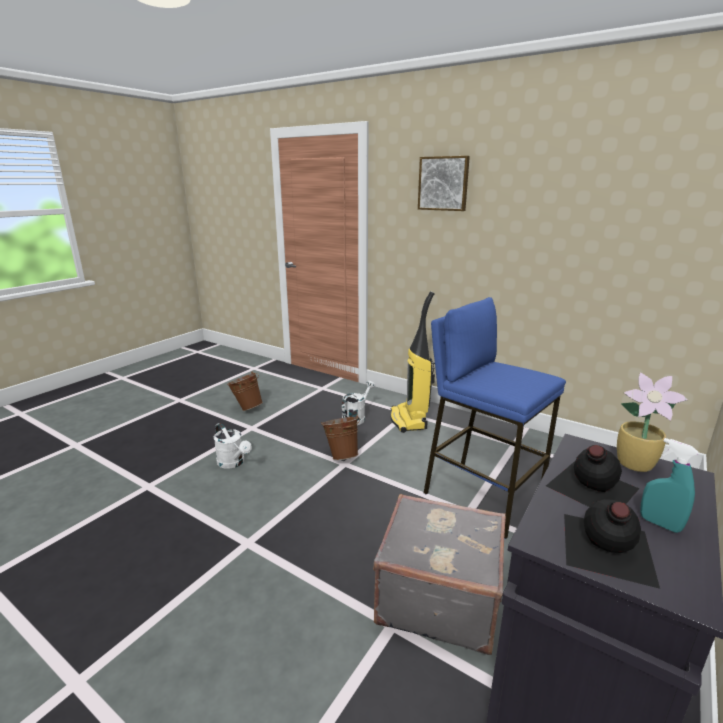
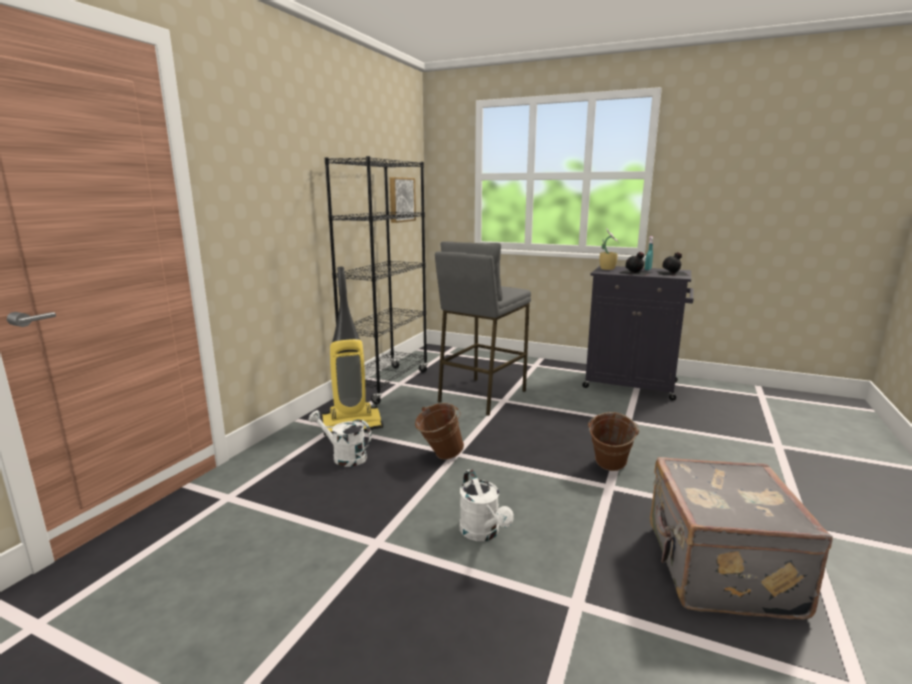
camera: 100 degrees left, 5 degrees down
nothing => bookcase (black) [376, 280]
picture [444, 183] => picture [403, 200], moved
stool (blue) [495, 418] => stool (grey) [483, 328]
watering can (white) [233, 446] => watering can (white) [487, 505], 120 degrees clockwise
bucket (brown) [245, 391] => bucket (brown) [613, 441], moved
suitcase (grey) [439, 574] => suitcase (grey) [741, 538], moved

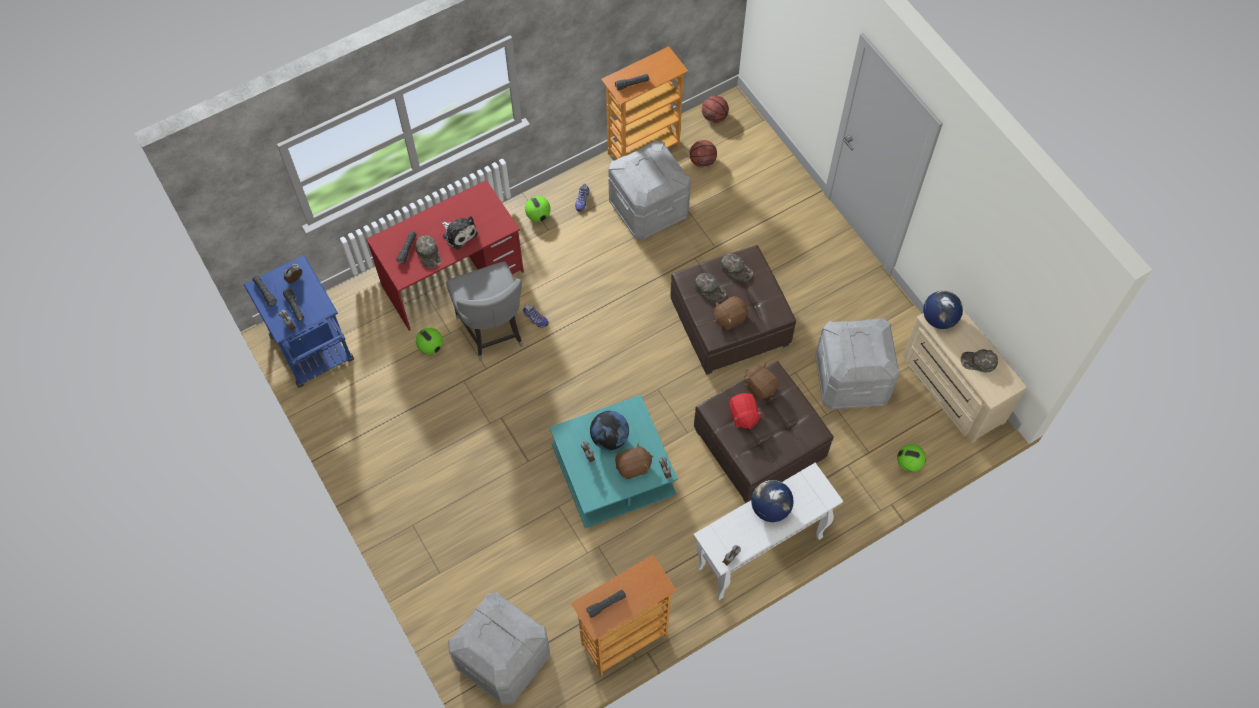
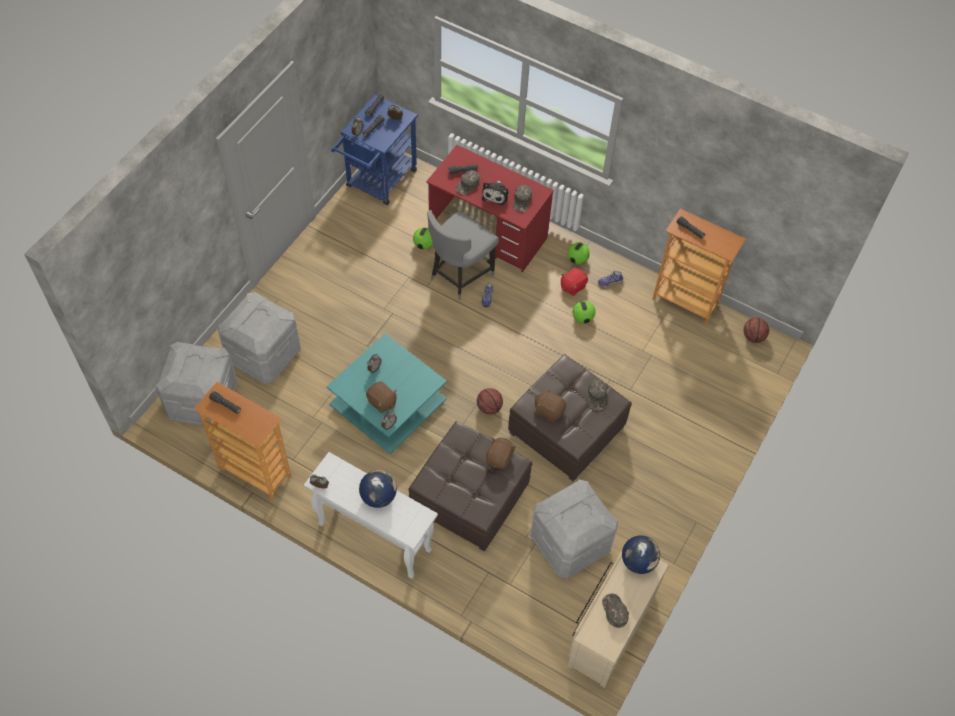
camera: 60 degrees right, 5 degrees down
storage box (grey) [649, 190] => storage box (grey) [259, 338], moved
basketball [703, 154] => basketball [490, 401], moved
cap (green) [710, 288] => cap (green) [522, 198], moved
plush toy (red) [746, 411] => plush toy (red) [574, 282], moved
football [911, 458] => football [584, 312], moved
globe [609, 430] => nothing

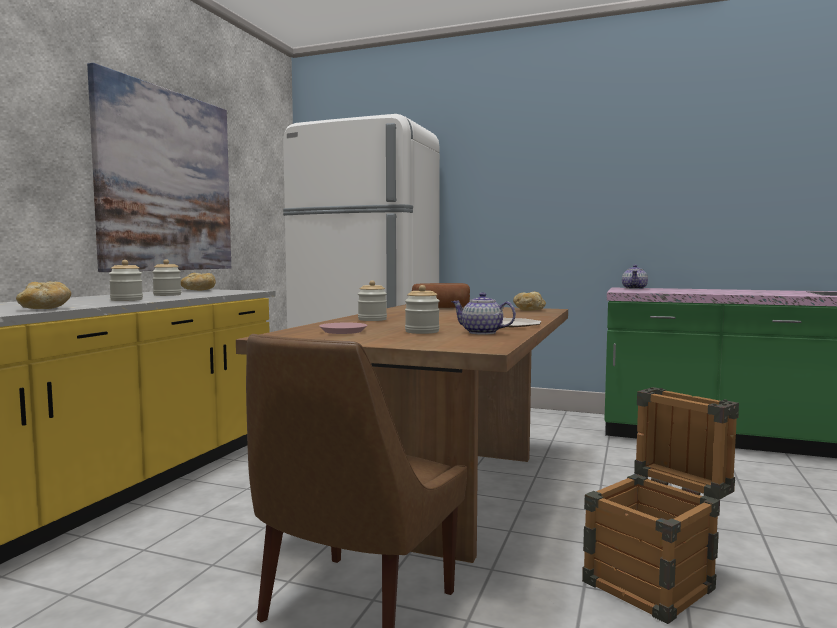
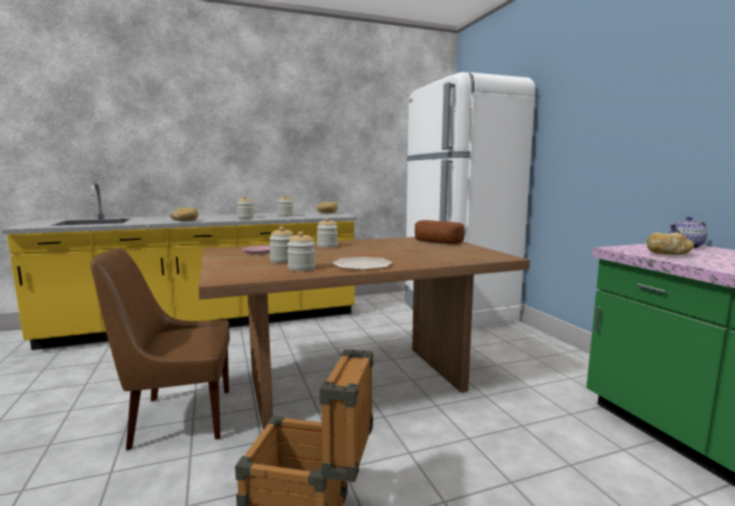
camera: 50 degrees right, 5 degrees up
teapot [483, 314] => jar [301, 251]
bread [529, 301] => bread [670, 244], moved
picture [159, 167] => nothing

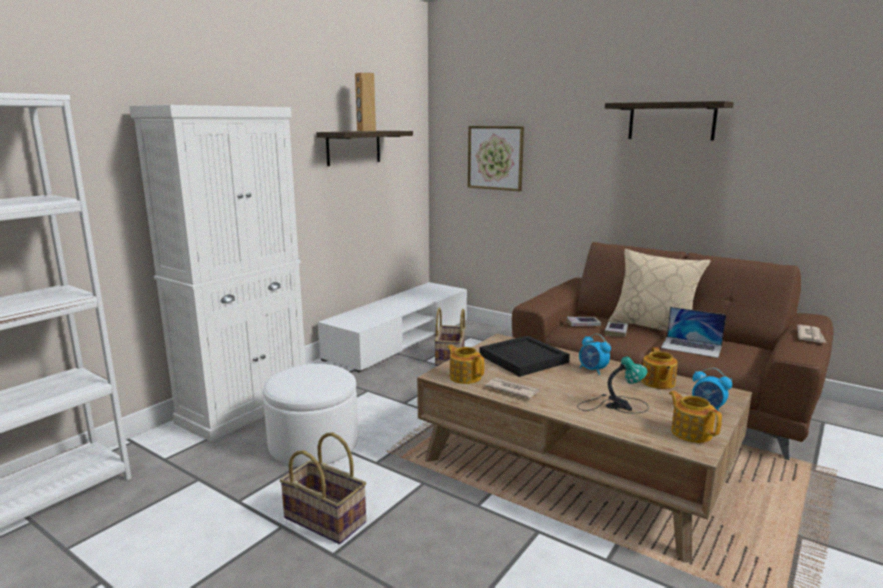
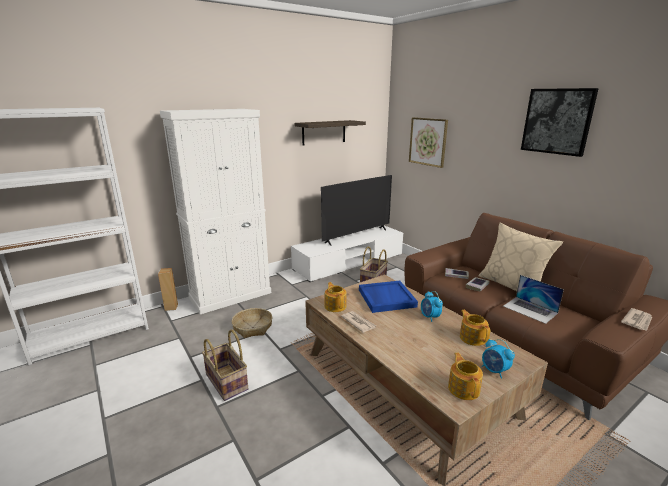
camera: 20 degrees right, 5 degrees up
speaker (brown) [365, 102] => speaker (brown) [168, 289], moved
ottoman (white) [310, 415] => basket [252, 323]
nothing => television [356, 210]
tray (black) [524, 356] => tray (blue) [388, 297]
teapot [659, 368] => teapot [475, 328], 135 degrees clockwise
shelf [669, 120] => picture [560, 122]
table lamp [613, 385] => nothing

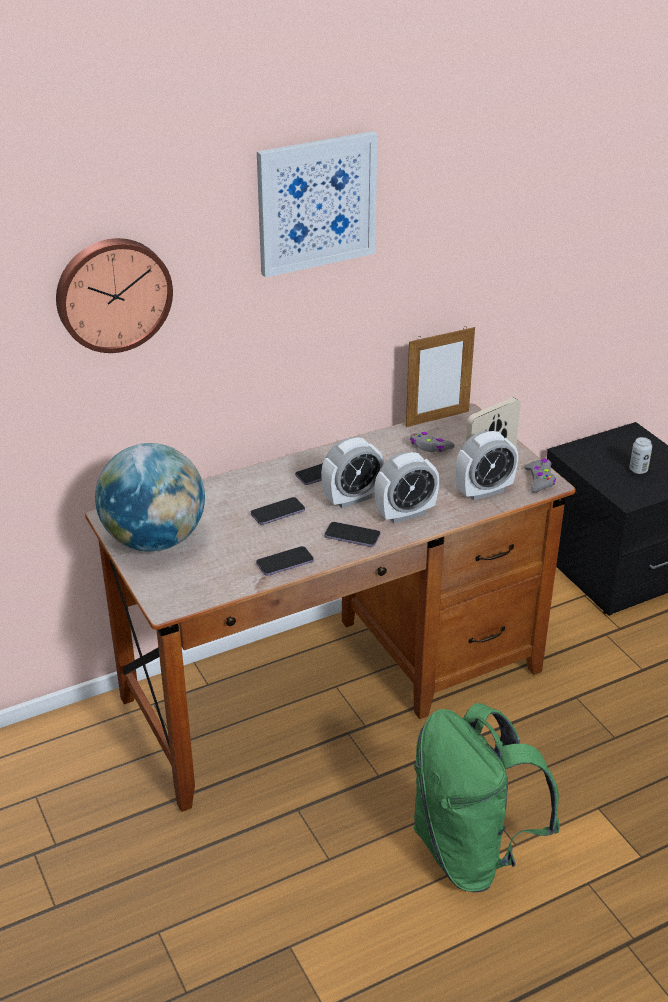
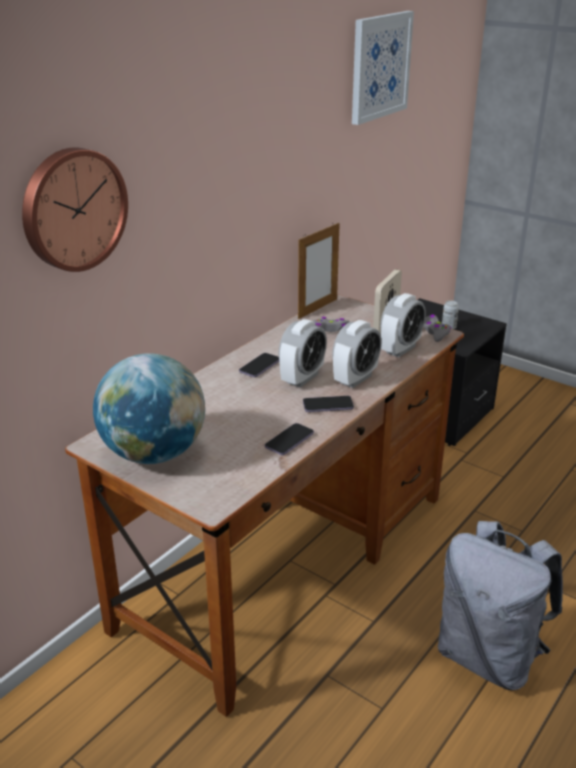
camera: 25 degrees left, 5 degrees down
picture [317, 204] => picture [383, 68], moved
backpack (green) [486, 797] => backpack (grey) [500, 605]
phone [278, 511] => nothing

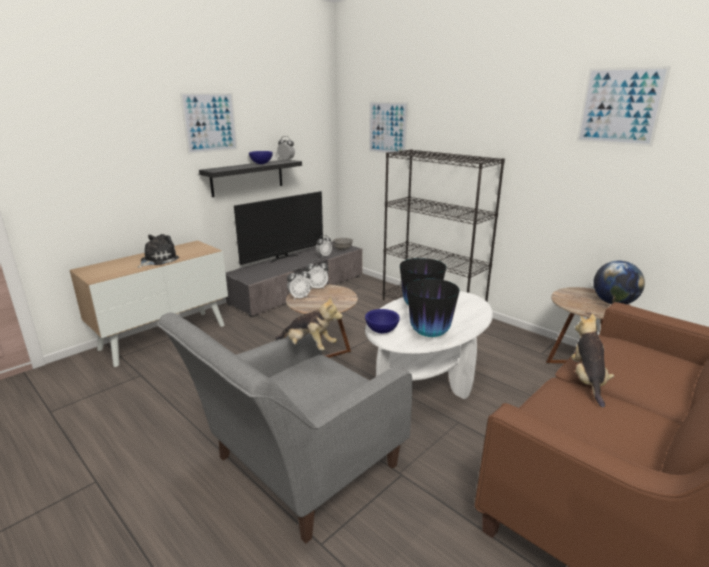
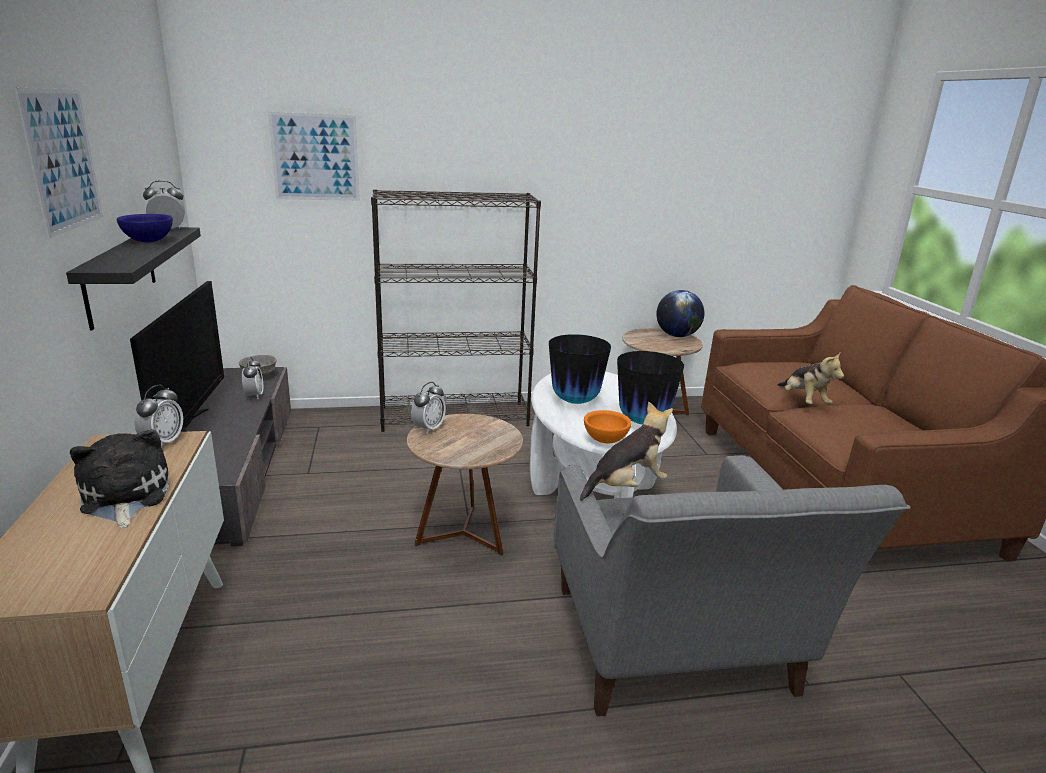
camera: 55 degrees left, 0 degrees up
alarm clock [299, 284] => alarm clock [158, 416], moved
bowl (blue) [382, 321] => bowl (orange) [608, 426]
plush toy [592, 360] => plush toy [811, 378], 150 degrees counterclockwise
picture [624, 106] => nothing

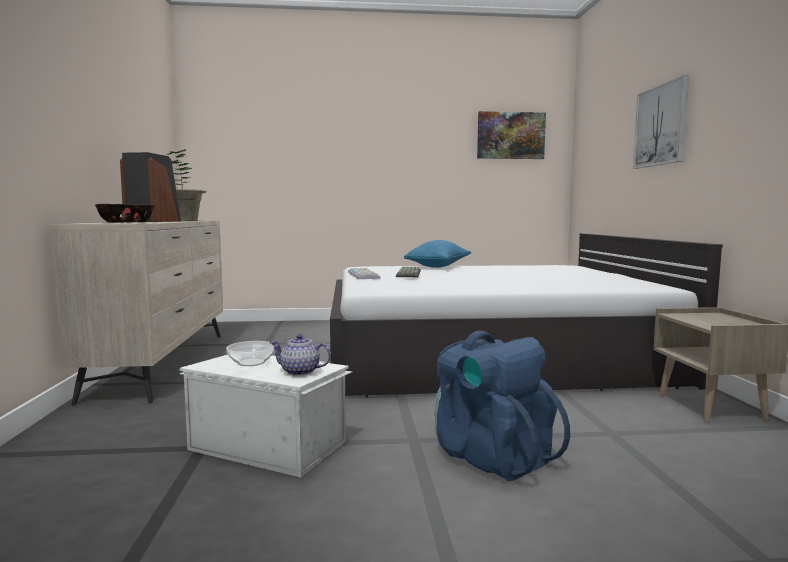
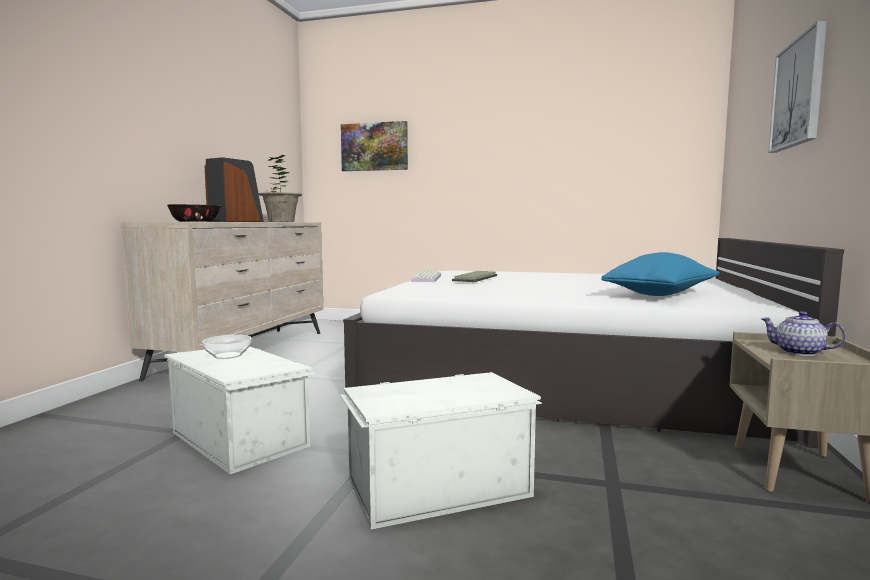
camera: 20 degrees right, 0 degrees up
backpack (blue) [502, 406] => storage box (white) [441, 450]
picture [511, 135] => picture [374, 146], moved
pillow (blue) [437, 254] => pillow (blue) [661, 274], moved
teapot [300, 355] => teapot [803, 333], moved

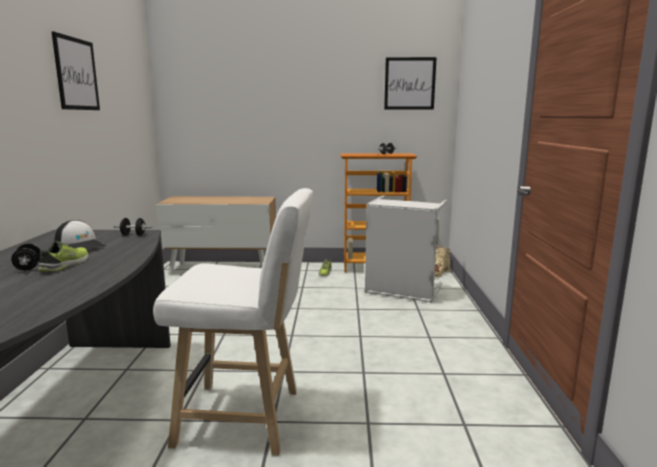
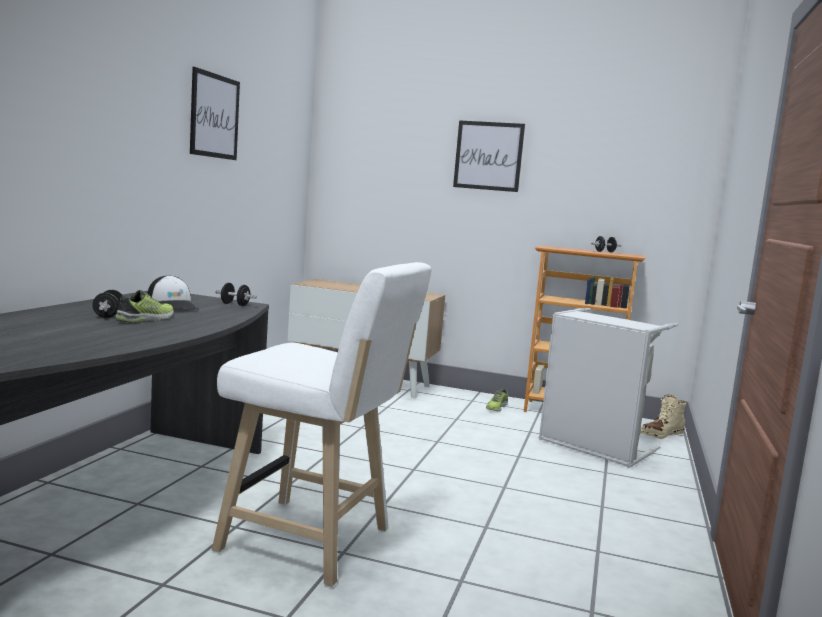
camera: 15 degrees right, 5 degrees down
picture [410, 83] => picture [489, 156], moved

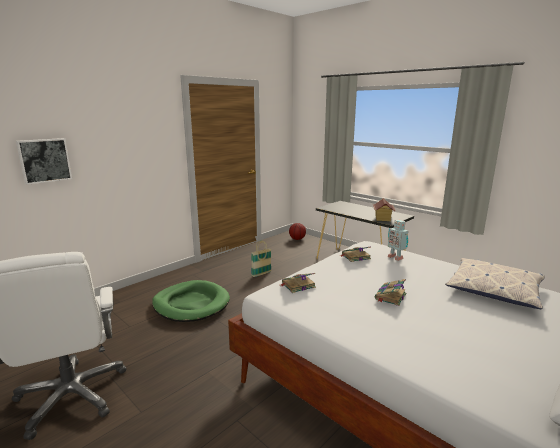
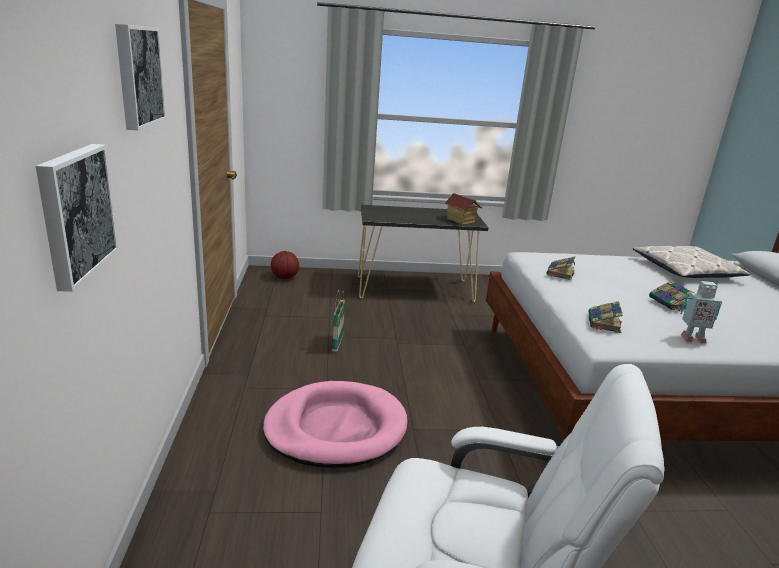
camera: 50 degrees left, 5 degrees up
nothing => picture [140, 77]
dog bed (green) [191, 301] => dog bed (pink) [335, 424]
toy robot [397, 240] => toy robot [702, 312], moved

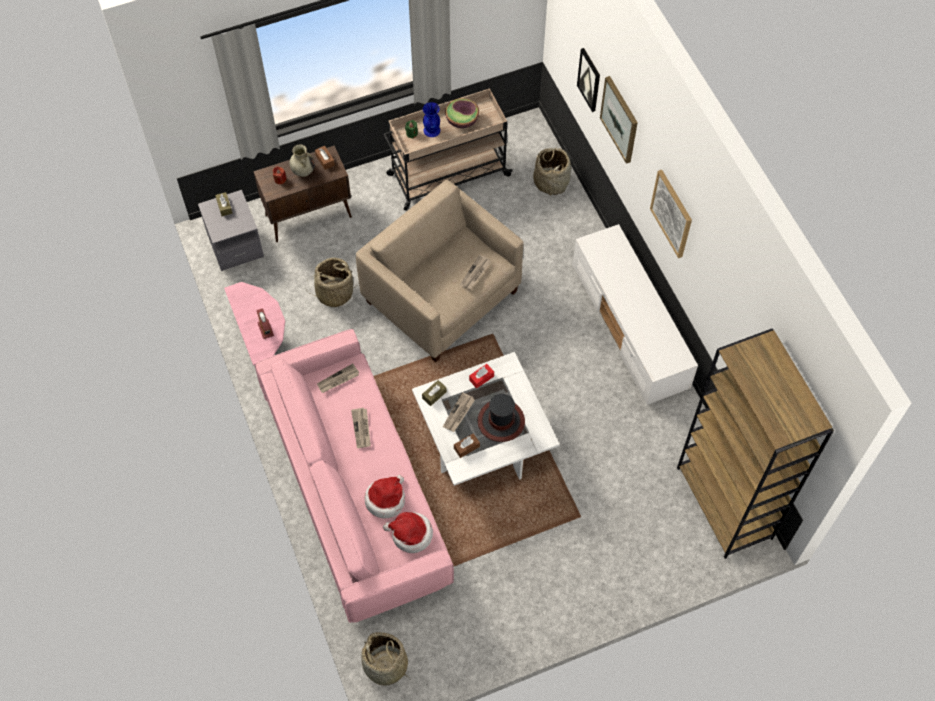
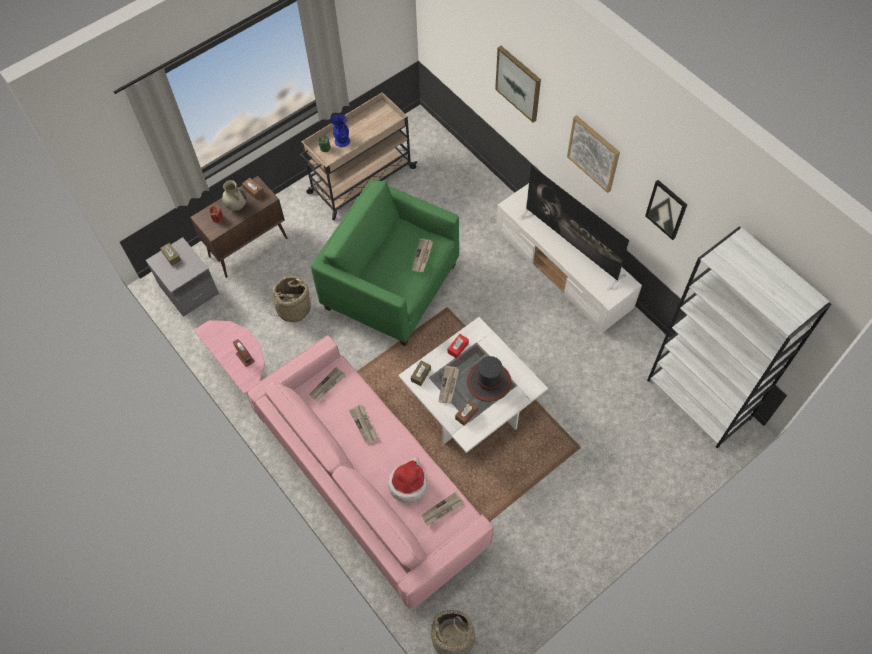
camera: 15 degrees left, 0 degrees up
armchair (beige) [440, 271] => armchair (green) [385, 263]
hat [408, 532] => newspaper [442, 509]
nothing => television [573, 228]
picture [588, 80] => picture [666, 210], moved
bookcase (brown) [755, 443] => bookcase (white) [739, 338]
bowl [462, 113] => nothing
basket [552, 172] => nothing

